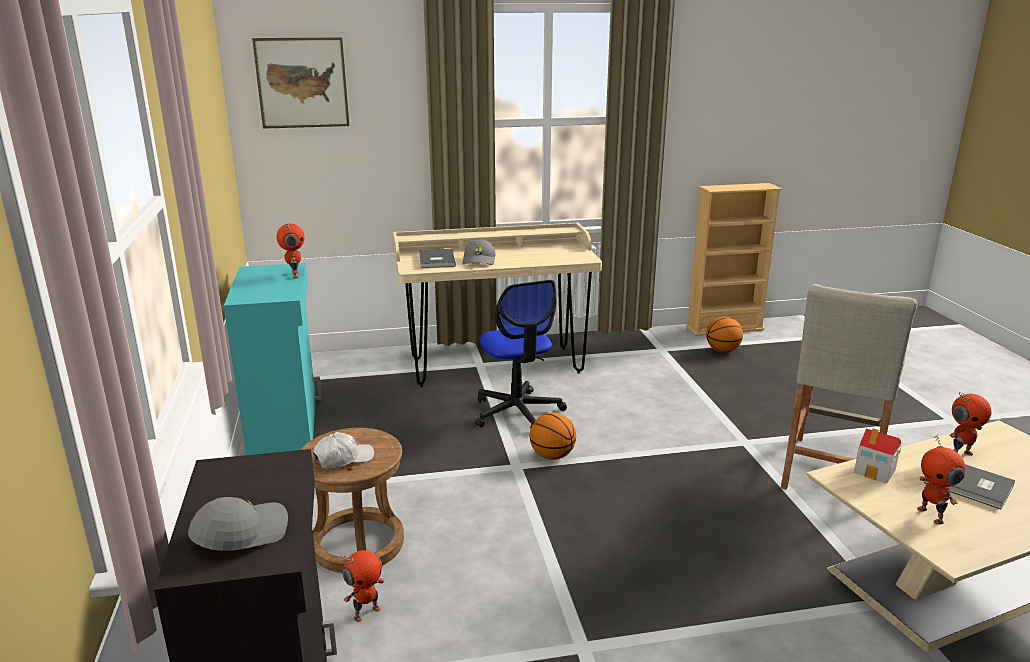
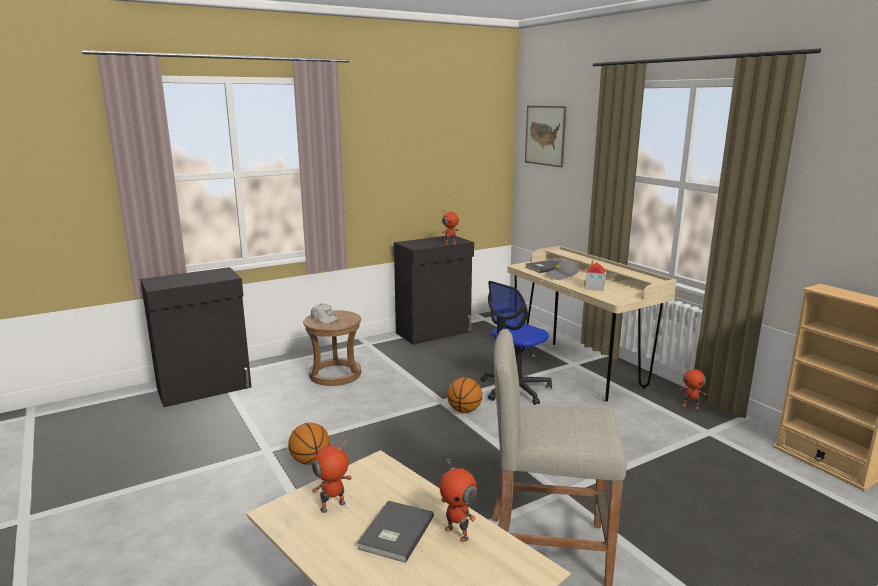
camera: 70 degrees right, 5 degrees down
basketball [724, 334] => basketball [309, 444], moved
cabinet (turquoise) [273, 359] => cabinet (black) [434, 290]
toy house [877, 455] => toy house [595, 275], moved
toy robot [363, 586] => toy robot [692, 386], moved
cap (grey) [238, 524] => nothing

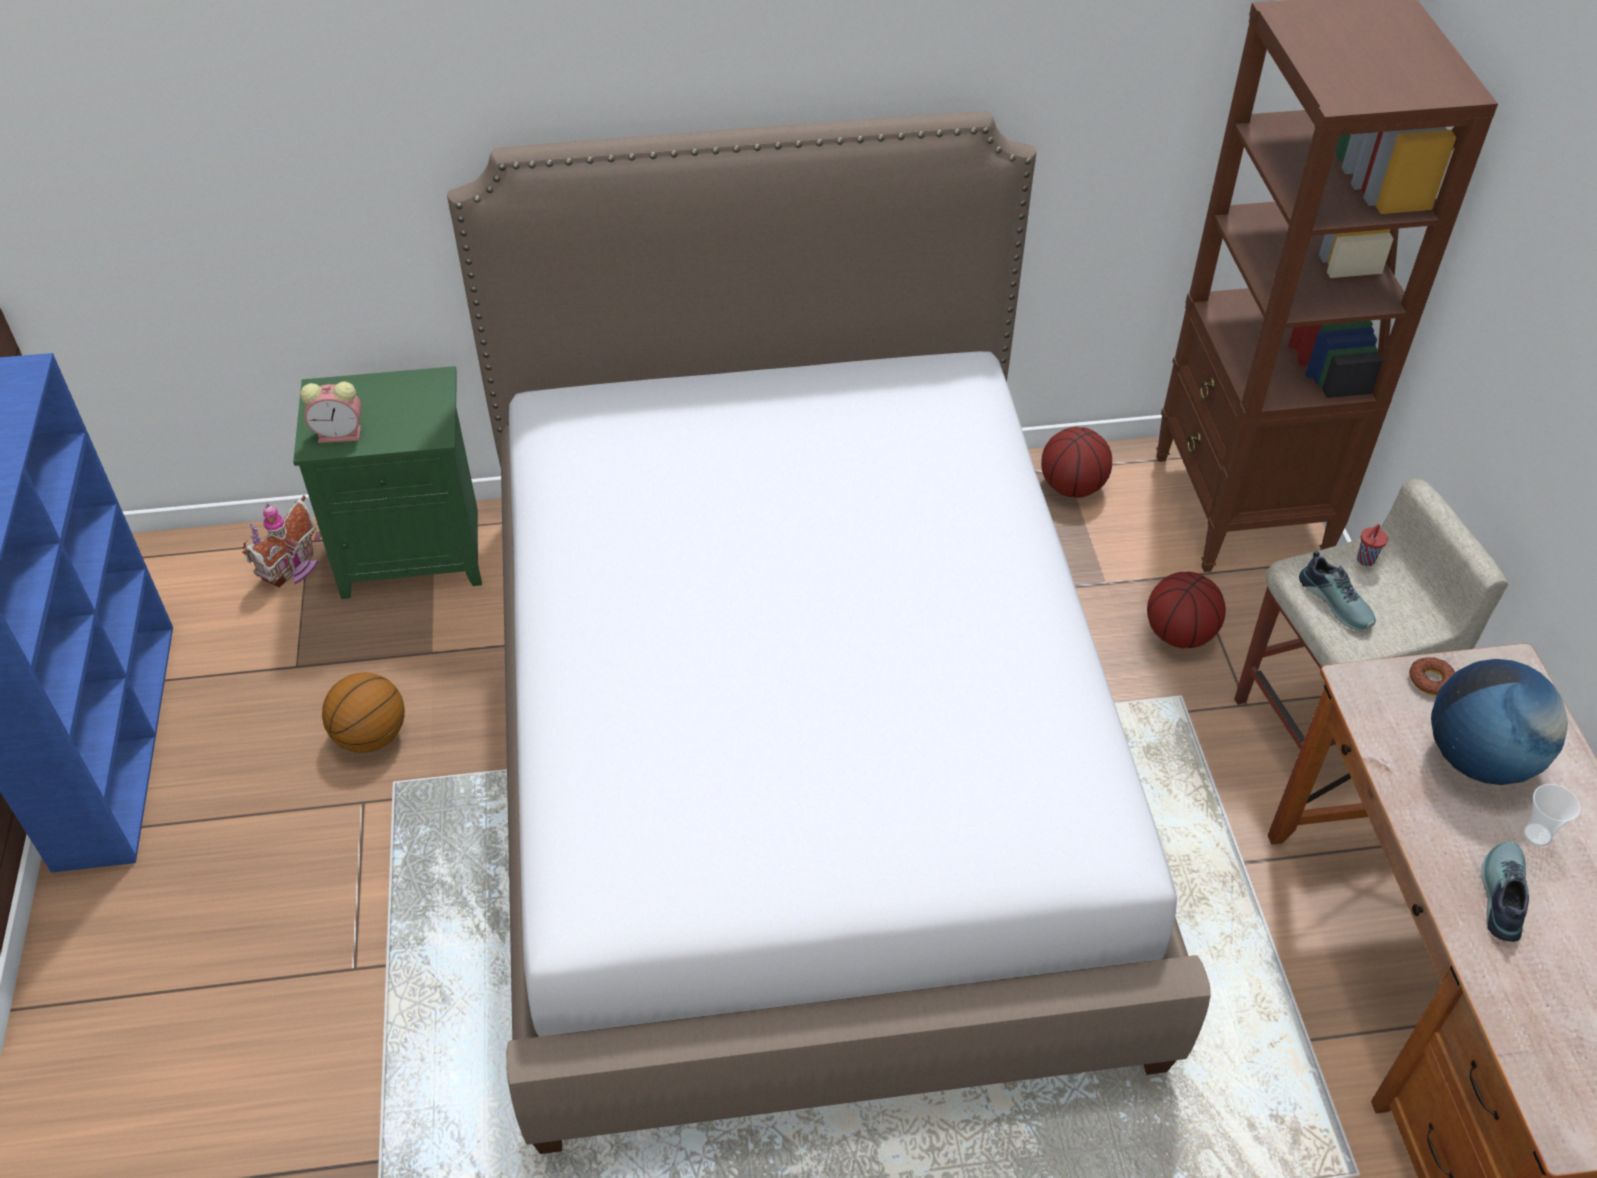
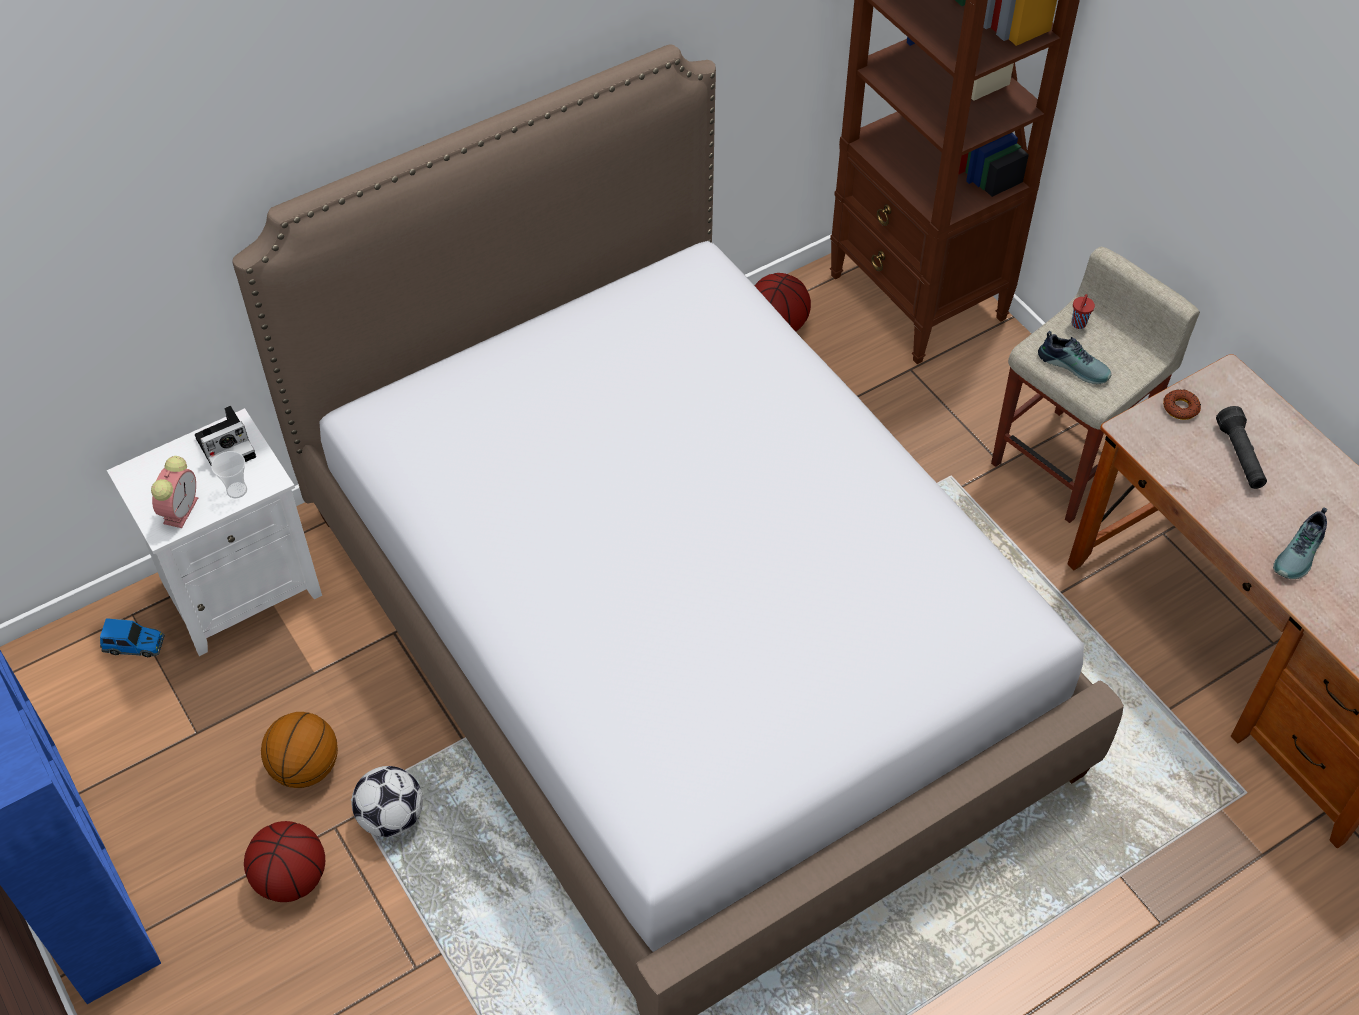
camera: 25 degrees left, 5 degrees up
toy house [281, 541] => toy car [132, 637]
nightstand (green) [387, 482] => nightstand (white) [214, 532]
alarm clock [331, 412] => alarm clock [174, 492], 45 degrees counterclockwise
nothing => photo camera [225, 435]
cup [1552, 815] => cup [229, 474], moved
basketball [1186, 610] => basketball [284, 861], moved
nothing => football [387, 801]
globe [1499, 722] => flashlight (black) [1241, 447]
shoe [1505, 891] => shoe [1300, 543], 135 degrees counterclockwise

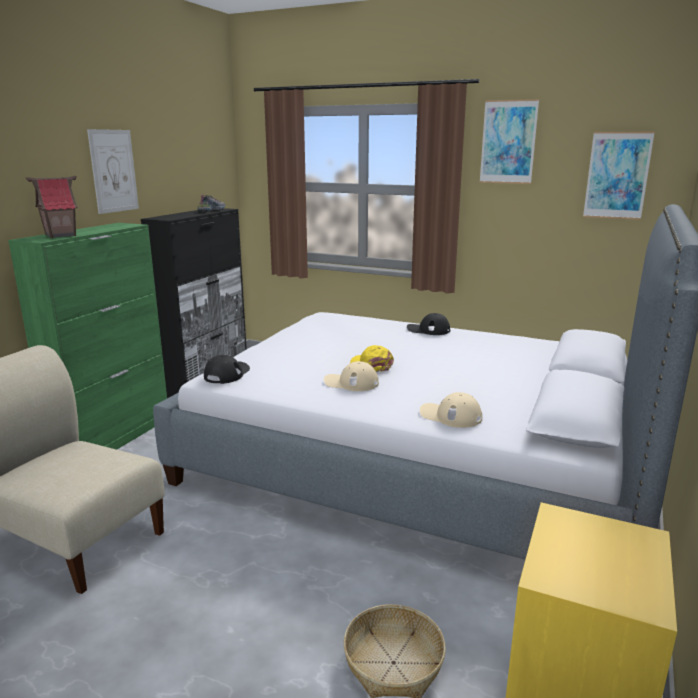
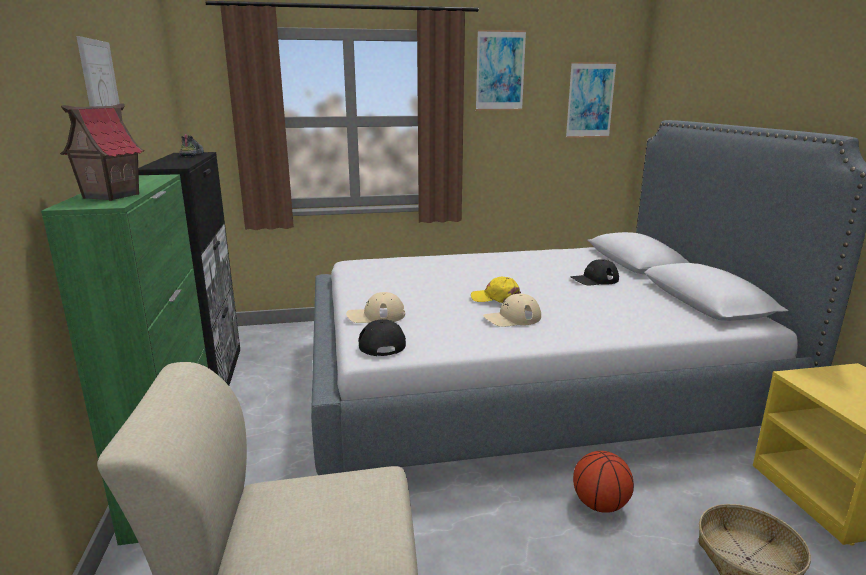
camera: 35 degrees left, 0 degrees up
cap (beige) [451, 410] => cap (beige) [375, 307], moved
cap (black) [428, 324] => cap (black) [594, 272], moved
nothing => basketball [603, 482]

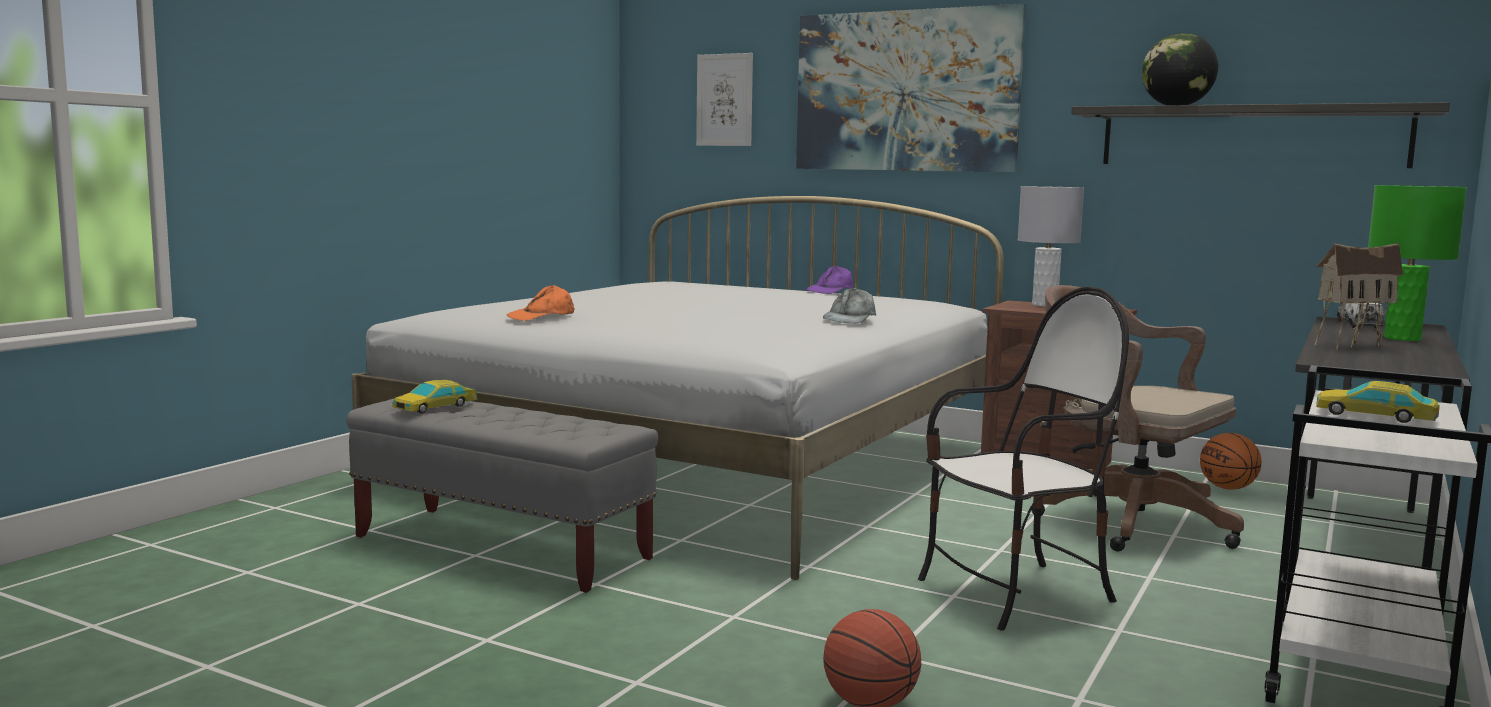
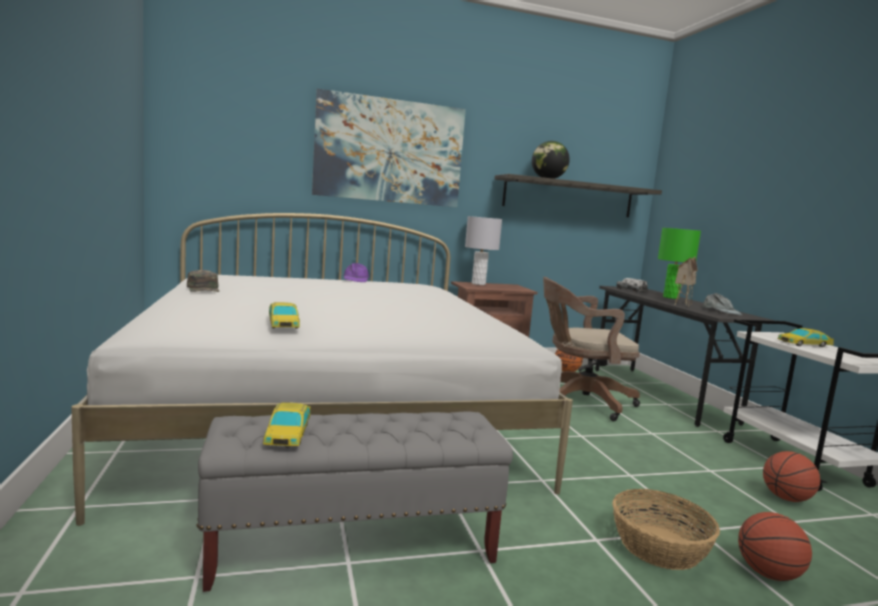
camera: 45 degrees left, 0 degrees up
nothing => cap (green) [203, 281]
cap (orange) [541, 303] => toy car [284, 315]
nothing => basket [666, 529]
cap (grey) [849, 306] => cap (grey) [722, 304], moved
nothing => basketball [791, 476]
picture [724, 99] => nothing
chair [1023, 458] => nothing

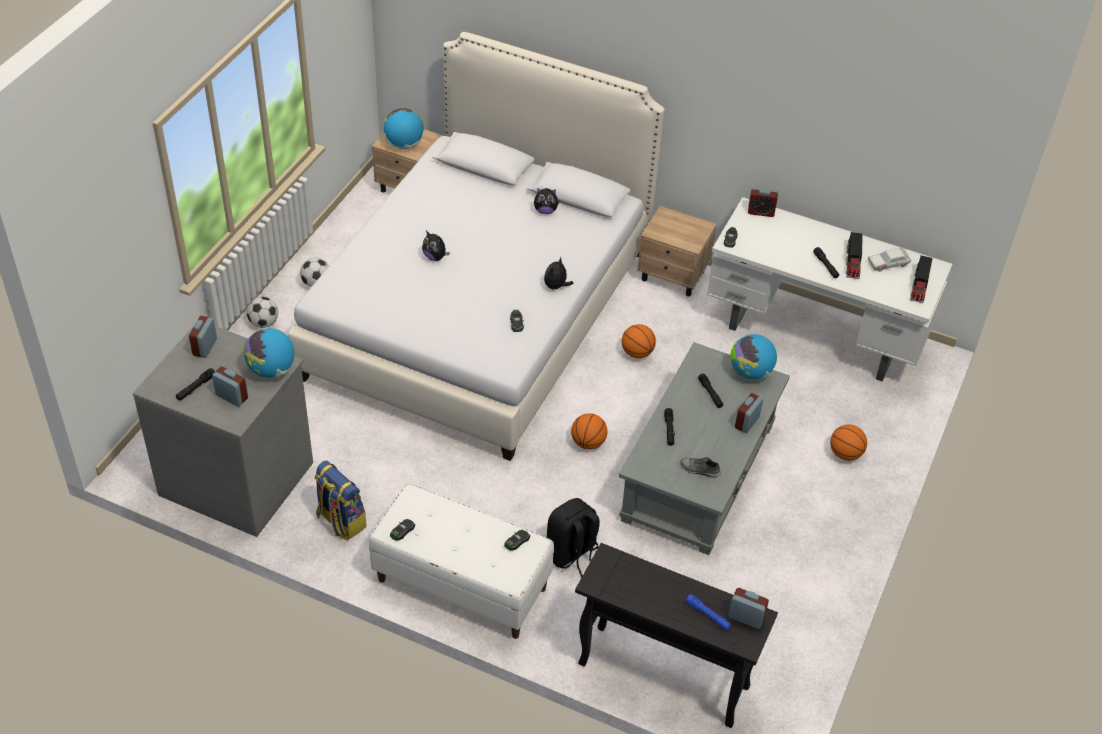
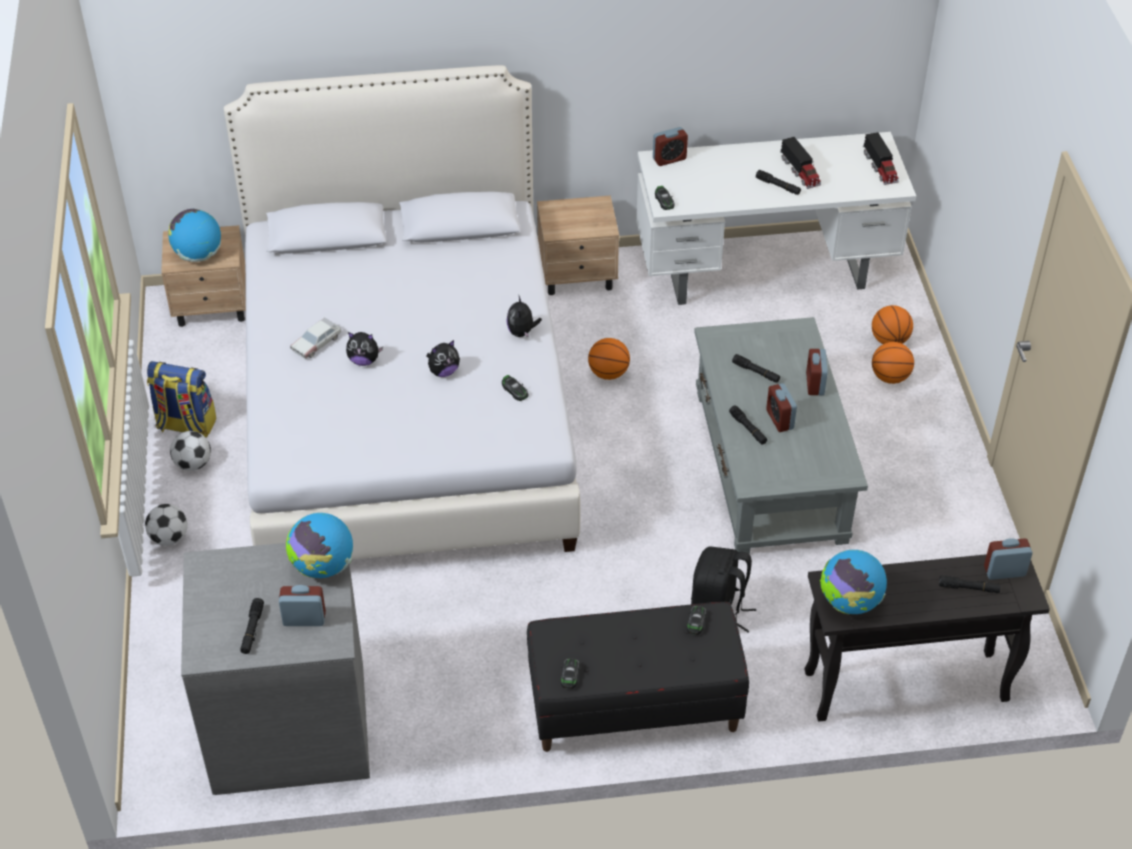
camera: 30 degrees left, 0 degrees up
backpack [340, 500] => backpack [181, 399], moved
toy car [889, 259] => toy car [315, 338], moved
plush toy [547, 201] => plush toy [443, 358], moved
bench (white) [461, 561] => bench (black) [638, 677]
alarm clock [203, 337] => alarm clock [781, 407], moved
globe [753, 357] => globe [853, 582], moved
basketball [589, 431] => basketball [892, 324], moved
flashlight (blue) [708, 612] => flashlight (black) [970, 584]
shoe (grey) [701, 467] => nothing

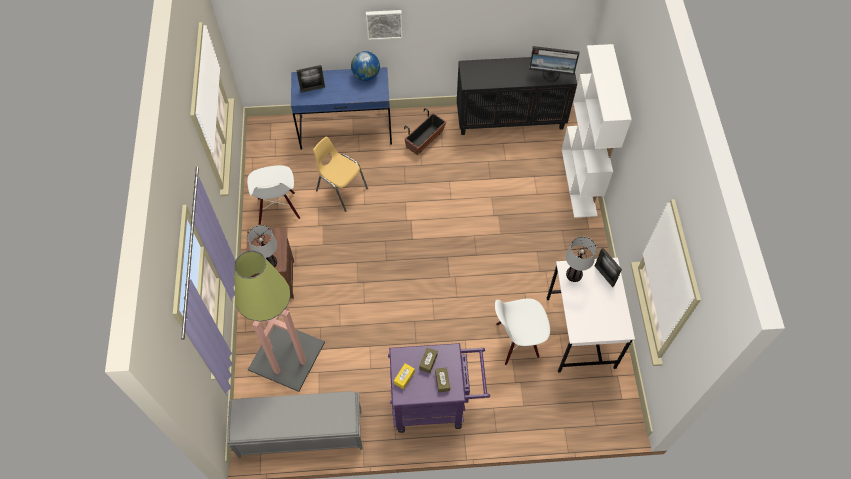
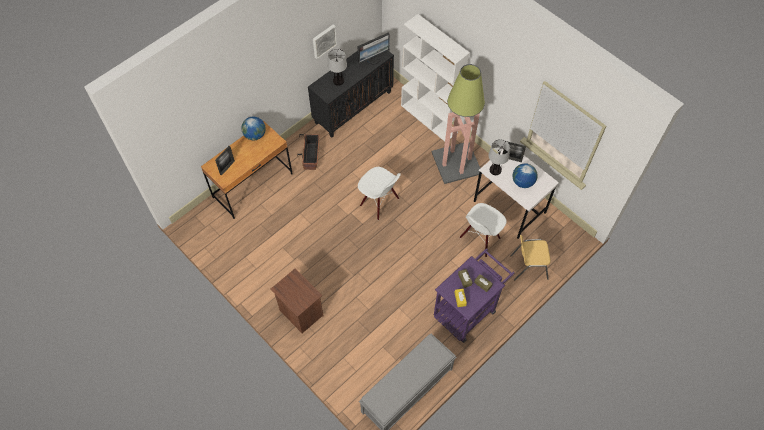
camera: 40 degrees left, 0 degrees up
desk (blue) [341, 108] => desk (brown) [247, 170]
picture [384, 25] => picture [325, 41], moved
table lamp [262, 246] => table lamp [337, 67], moved
chair (white) [273, 195] => chair (white) [379, 193], moved
floor lamp [279, 321] => floor lamp [458, 124], moved
chair (yellow) [340, 174] => chair (yellow) [530, 257], moved
nothing => globe [525, 175]

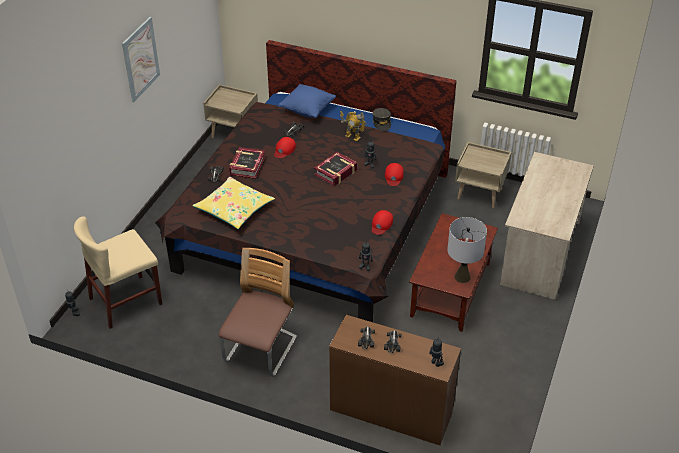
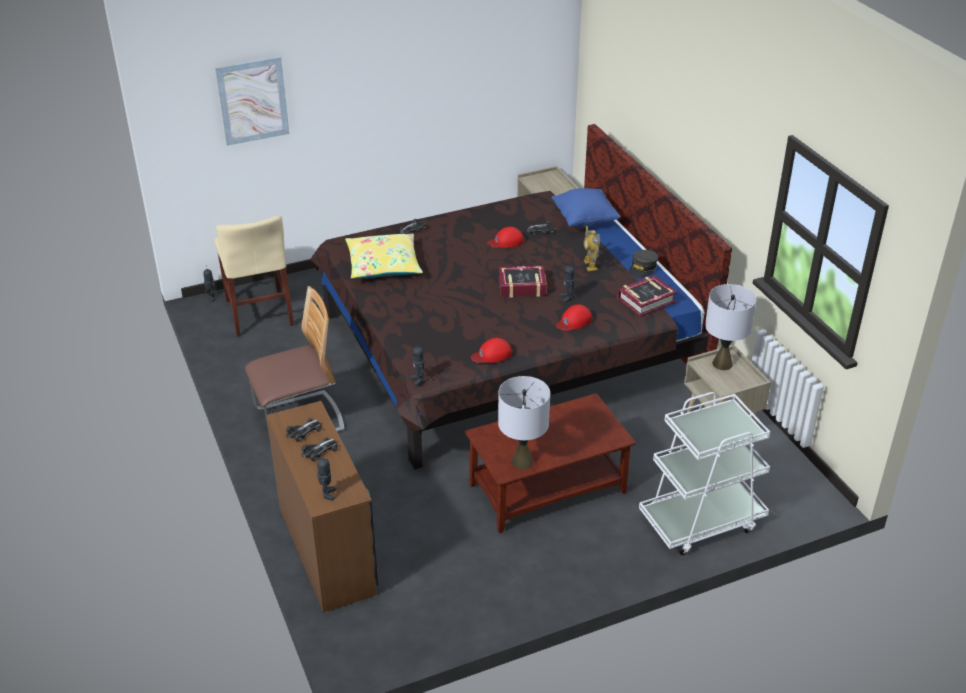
camera: 45 degrees right, 5 degrees down
chair (beige) [118, 272] => chair (beige) [254, 276], 120 degrees counterclockwise
picture [141, 59] => picture [252, 101], moved
book [247, 163] => book [647, 295], moved
desk (beige) [547, 226] => cart (white) [704, 473]
nothing => table lamp (grey) [731, 327]

